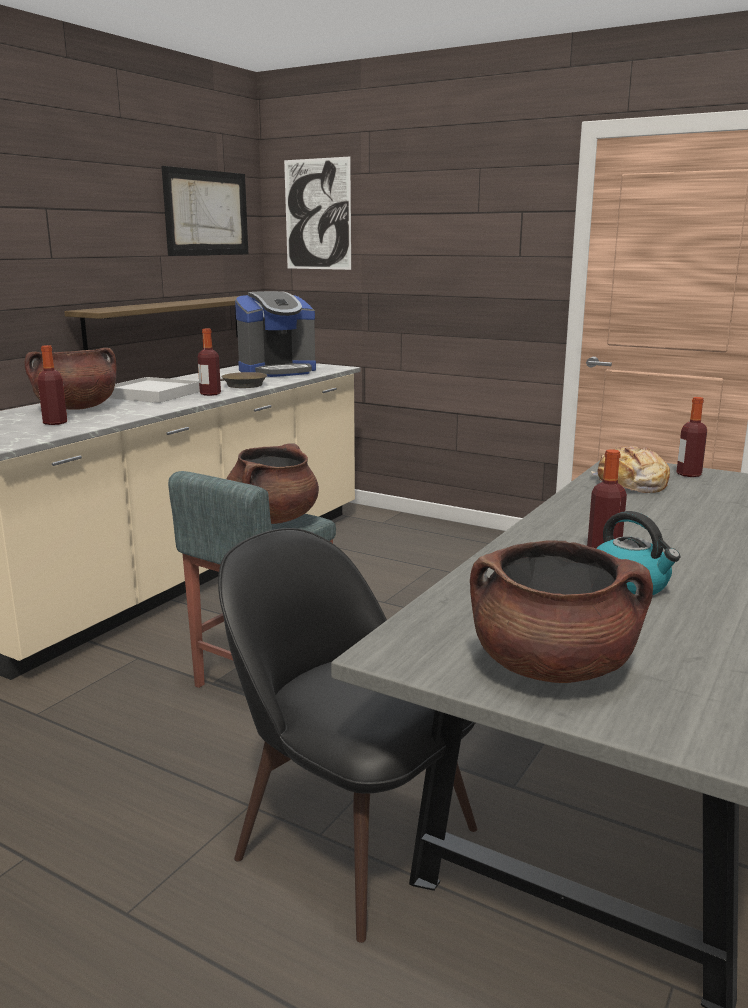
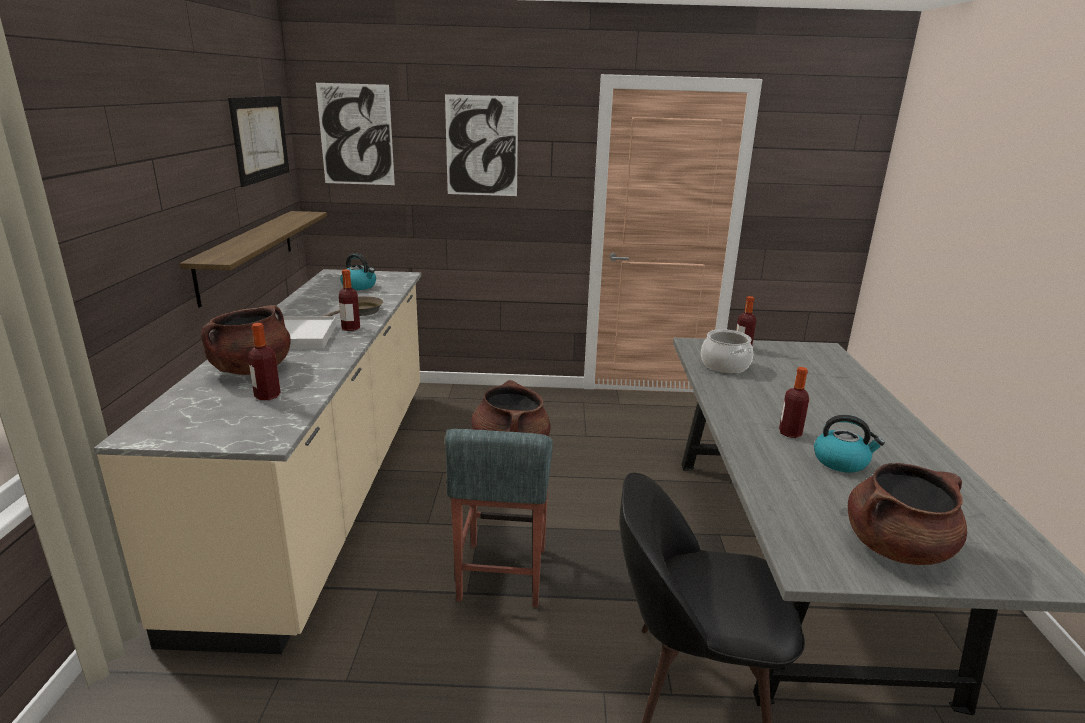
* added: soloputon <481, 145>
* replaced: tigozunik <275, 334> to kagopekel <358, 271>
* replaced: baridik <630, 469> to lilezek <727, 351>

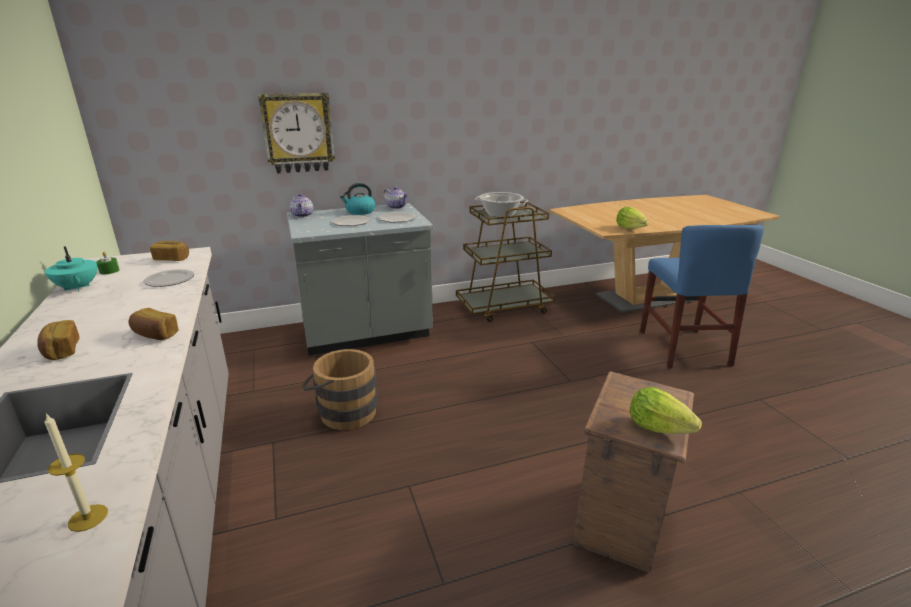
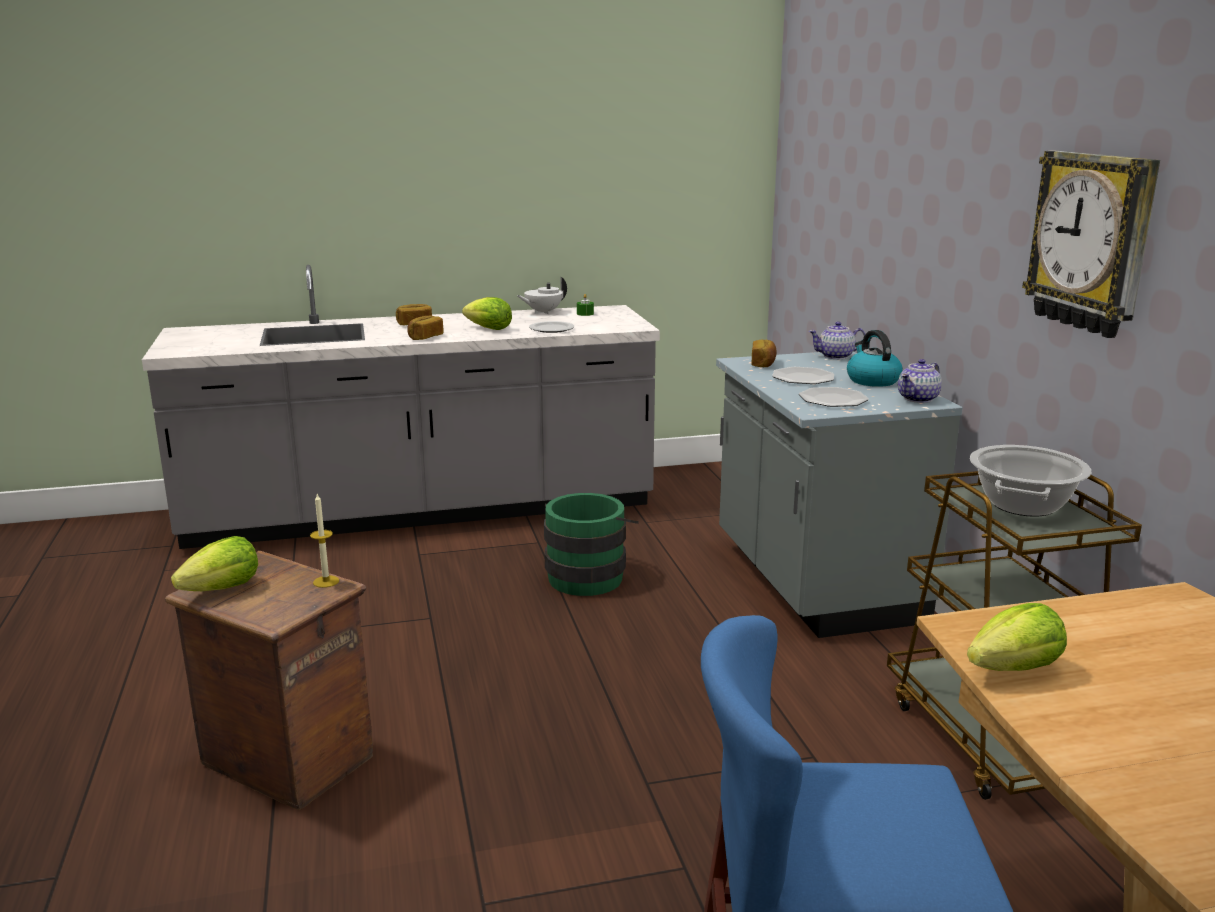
* added: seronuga <487, 313>
* moved: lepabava <76, 472> to <324, 541>
* moved: baridik <169, 251> to <764, 353>
* moved: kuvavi <296, 133> to <1091, 244>
* recoloured: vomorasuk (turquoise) <71, 269> to vomorasuk (white) <542, 295>
* recoloured: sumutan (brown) <340, 389> to sumutan (green) <591, 544>

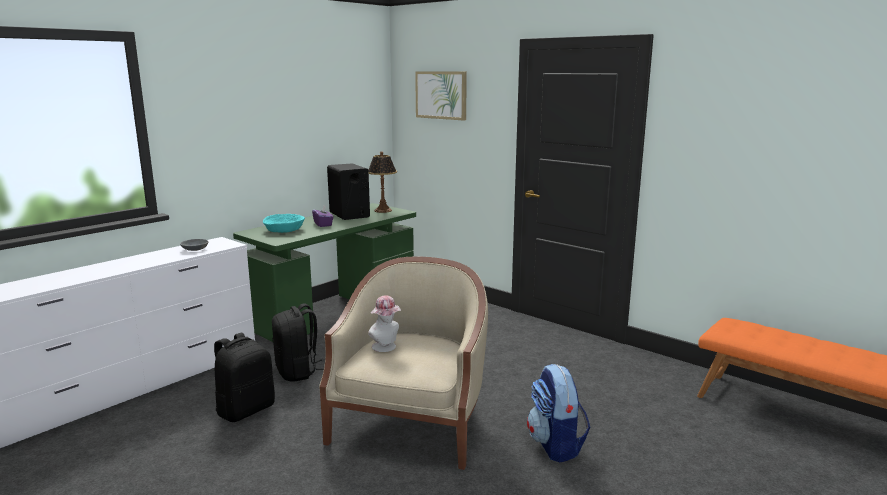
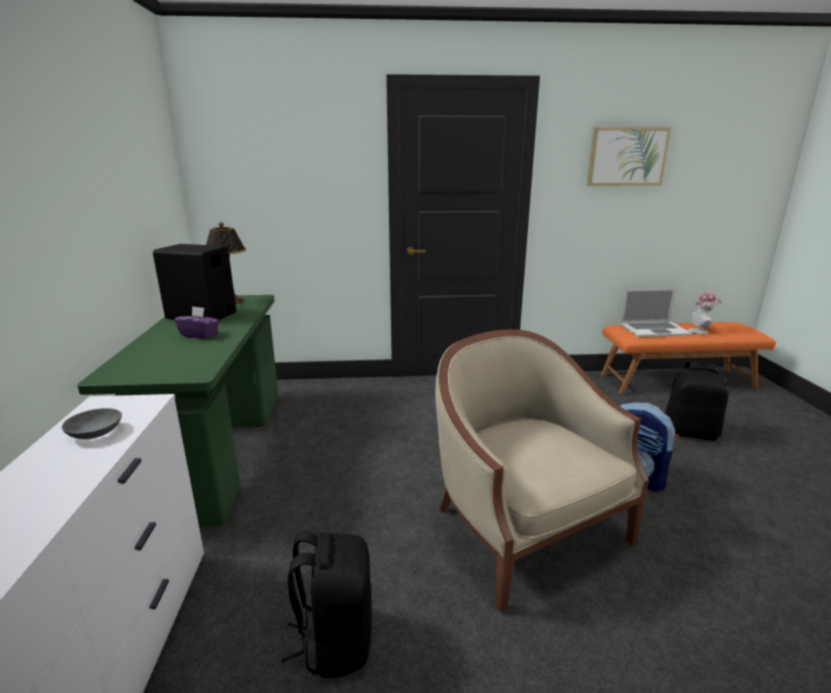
* removed: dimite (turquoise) <284, 223>
* added: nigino <656, 312>
* moved: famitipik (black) <298, 342> to <696, 401>
* moved: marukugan <384, 323> to <704, 312>
* moved: soloputon <441, 96> to <629, 156>

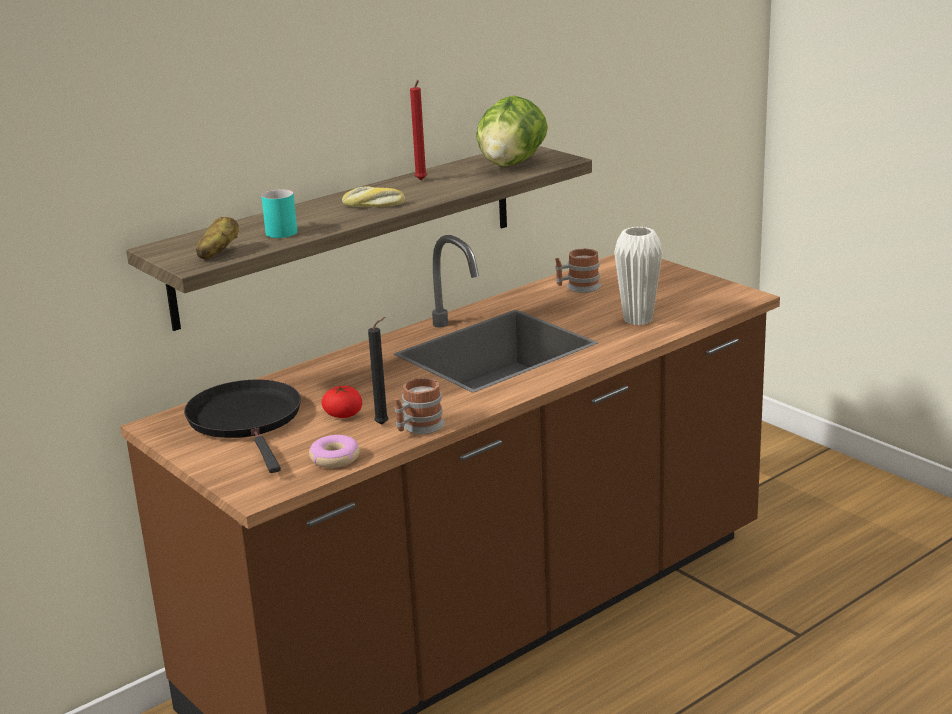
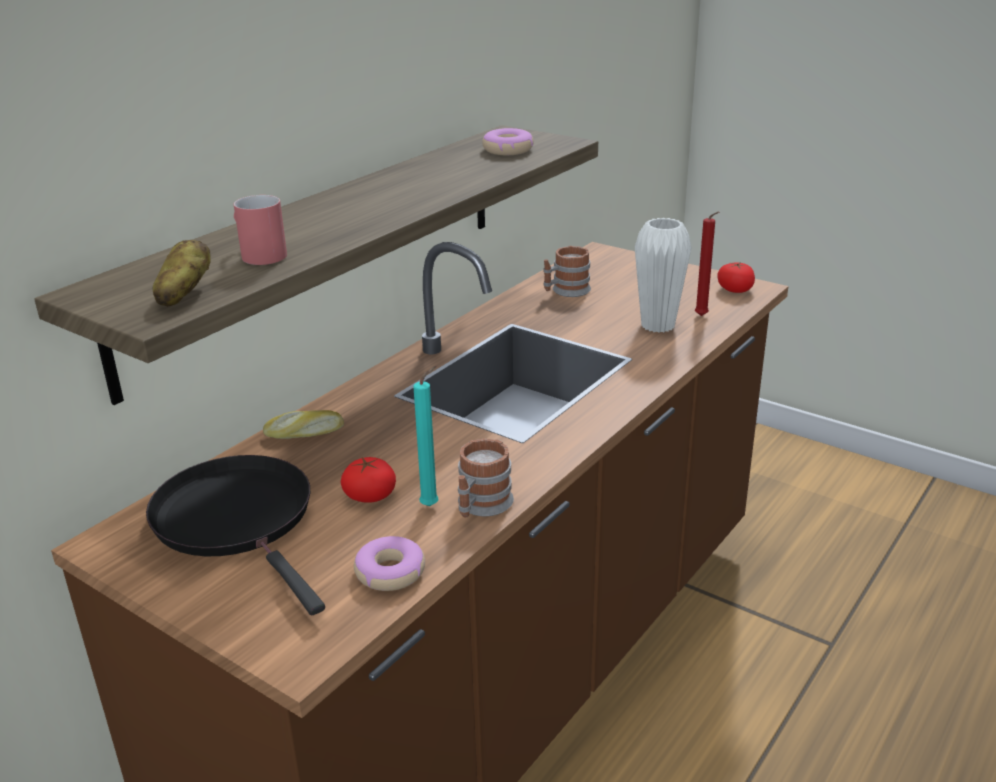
* added: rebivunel <736, 277>
* moved: baridik <373, 197> to <303, 424>
* moved: lepabava (red) <418, 130> to <707, 264>
* replaced: seronuga <512, 131> to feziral <508, 141>
* recoloured: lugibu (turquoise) <279, 213> to lugibu (red) <260, 230>
* recoloured: lepabava (black) <378, 371> to lepabava (turquoise) <426, 436>

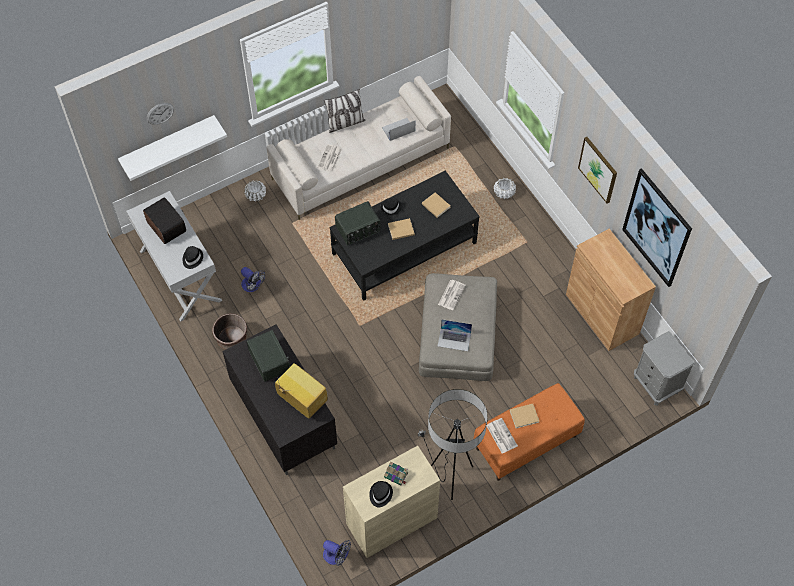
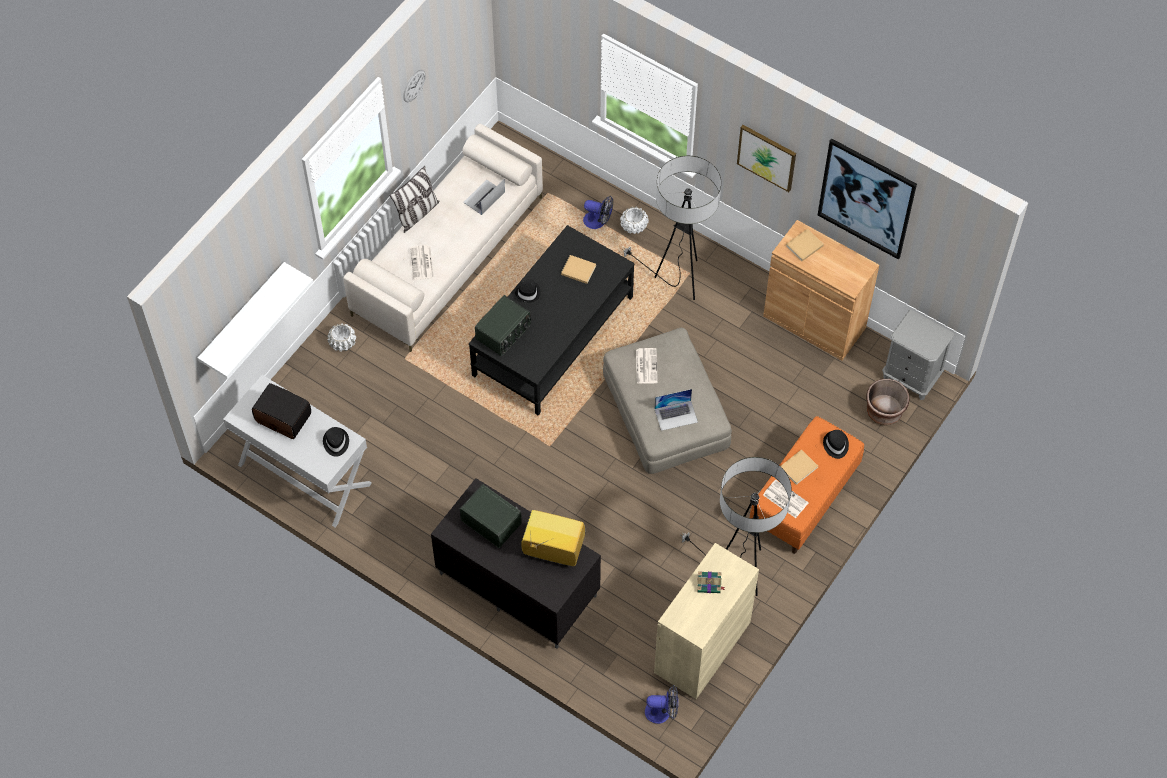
* added: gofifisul <671, 228>
* moved: kuvavi <160, 114> to <414, 86>
* moved: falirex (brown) <229, 331> to <888, 402>
* moved: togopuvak <253, 279> to <598, 212>
* moved: marukugan (black) <381, 494> to <836, 444>
* moved: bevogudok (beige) <401, 229> to <805, 245>

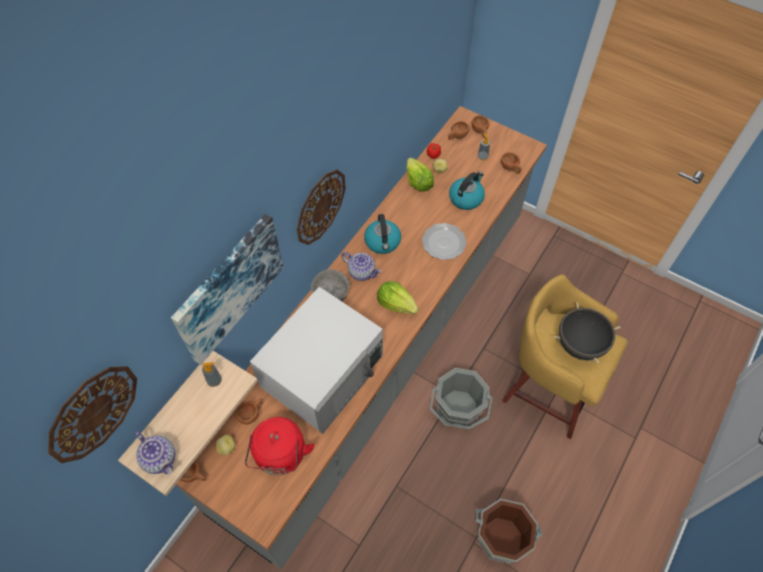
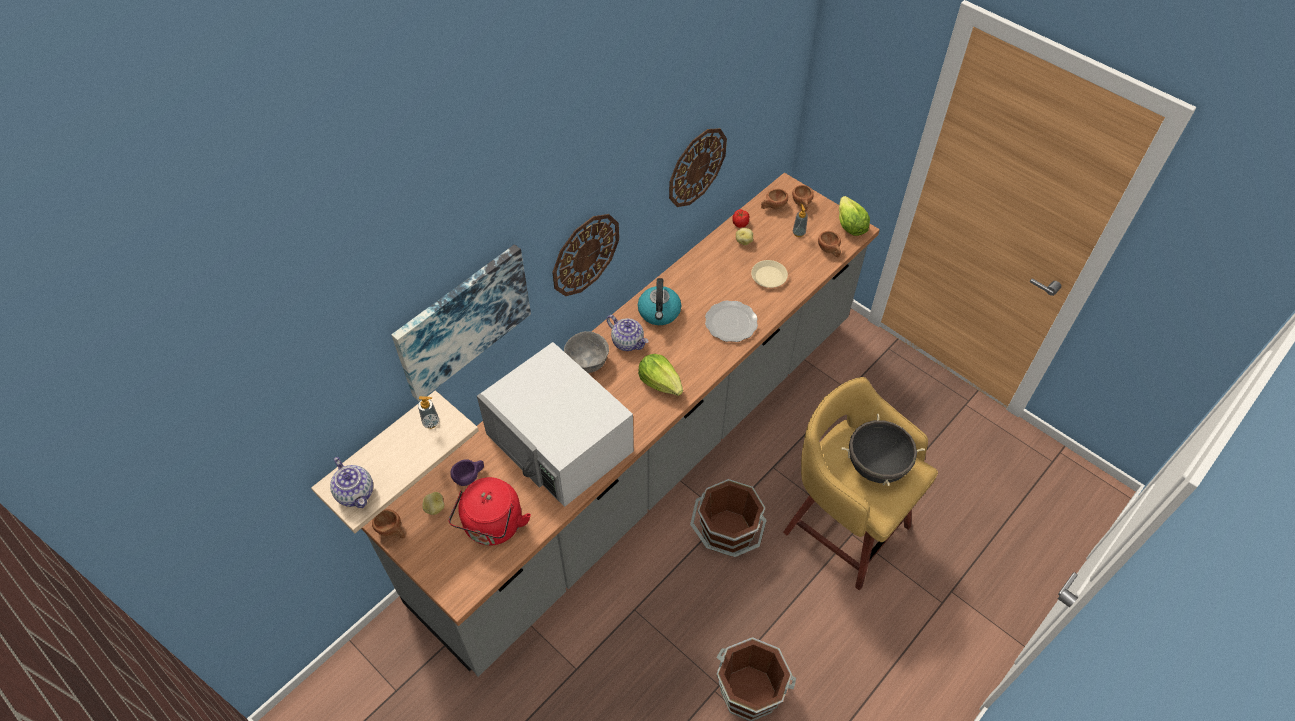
* moved: kuvavi <92, 414> to <698, 167>
* moved: seronuga <420, 175> to <854, 216>
* replaced: kagopekel <467, 190> to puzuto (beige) <769, 274>
* recoloured: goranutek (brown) <248, 412> to goranutek (purple) <467, 472>
* recoloured: sumutan (grey) <461, 398> to sumutan (brown) <728, 518>
* turned: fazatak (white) <316, 360> = <555, 424> 90 degrees clockwise

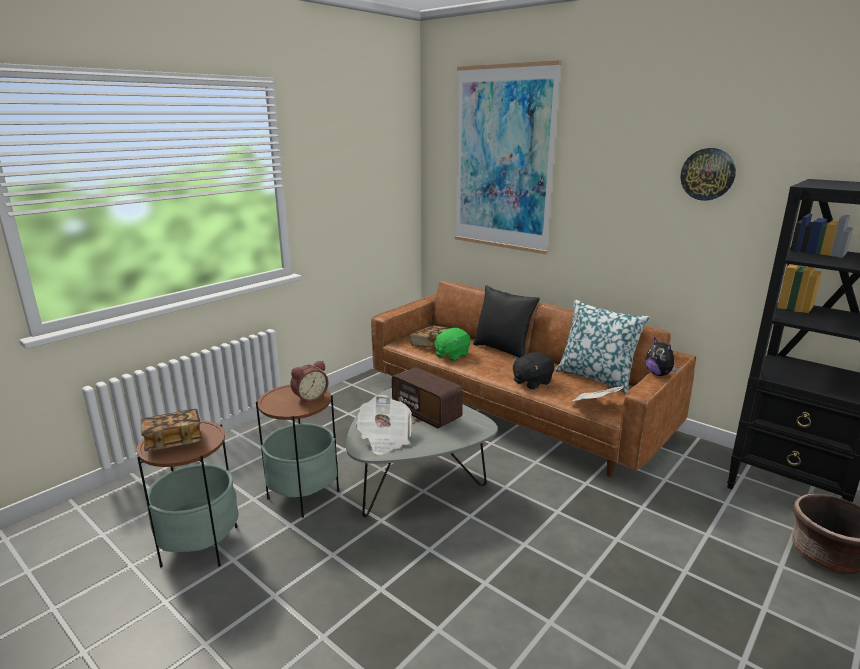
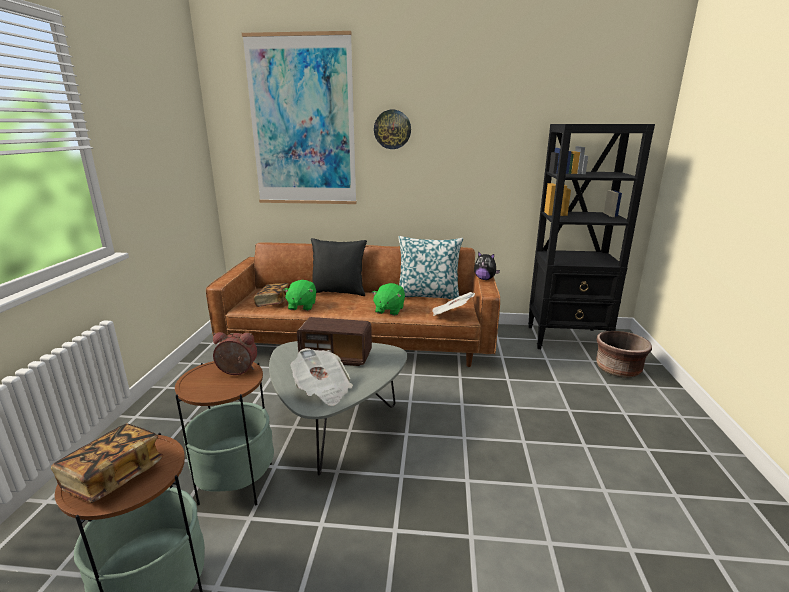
* moved: kuvavi <708, 174> to <392, 129>
* recoloured: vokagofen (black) <533, 371> to vokagofen (green) <388, 299>
* turned: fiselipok <309, 382> = <235, 353> 105 degrees counterclockwise

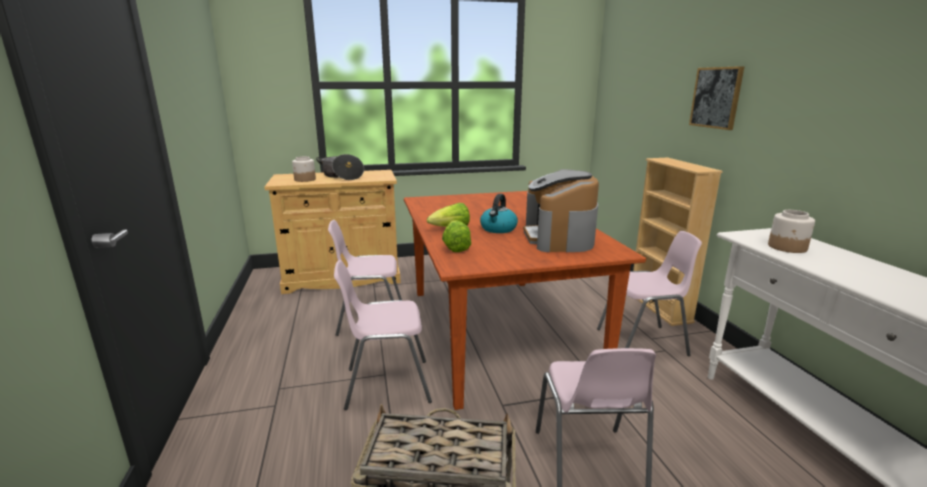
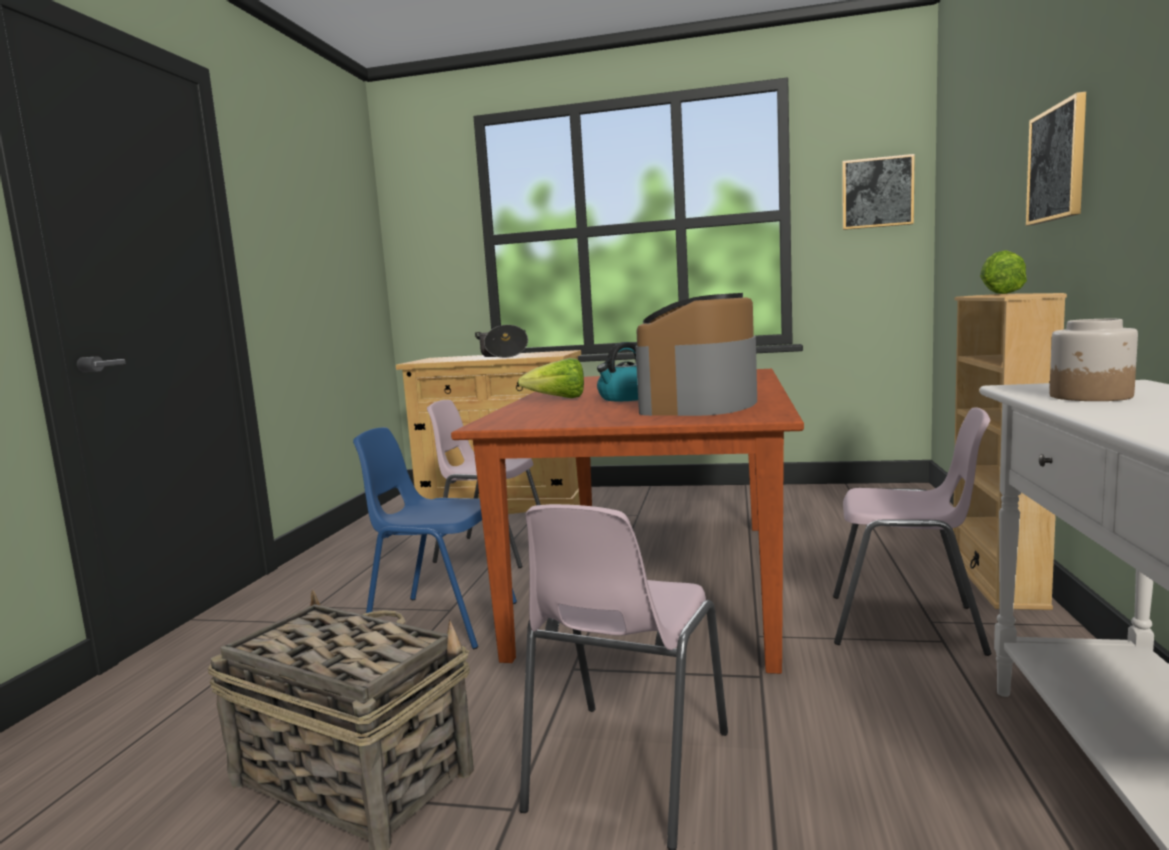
* removed: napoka <304, 169>
* added: soloputon <878, 192>
* moved: seronuga <456, 236> to <1003, 272>
* recoloured: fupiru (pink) <383, 335> to fupiru (blue) <435, 538>

